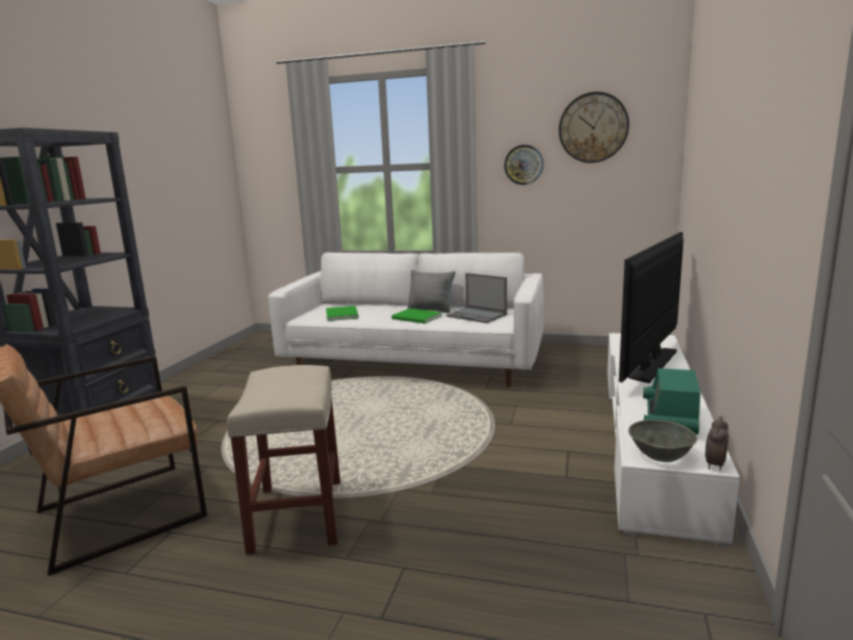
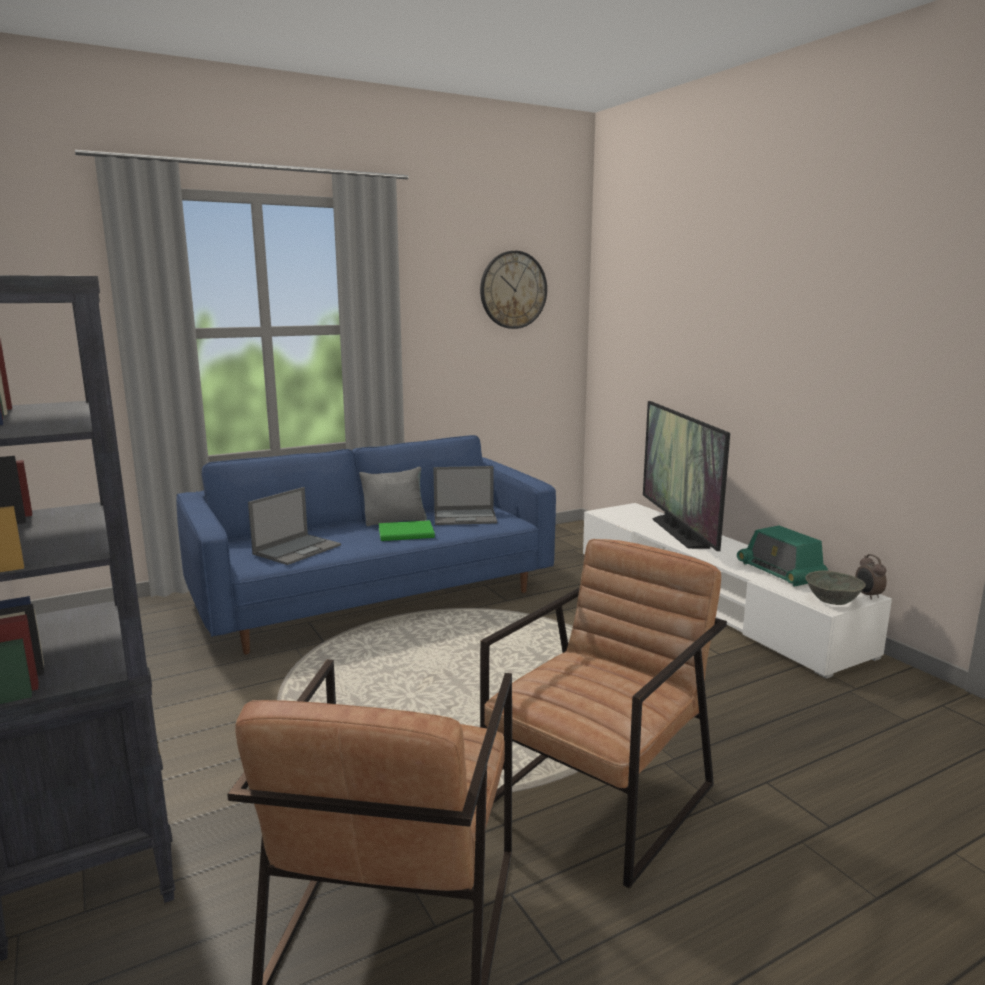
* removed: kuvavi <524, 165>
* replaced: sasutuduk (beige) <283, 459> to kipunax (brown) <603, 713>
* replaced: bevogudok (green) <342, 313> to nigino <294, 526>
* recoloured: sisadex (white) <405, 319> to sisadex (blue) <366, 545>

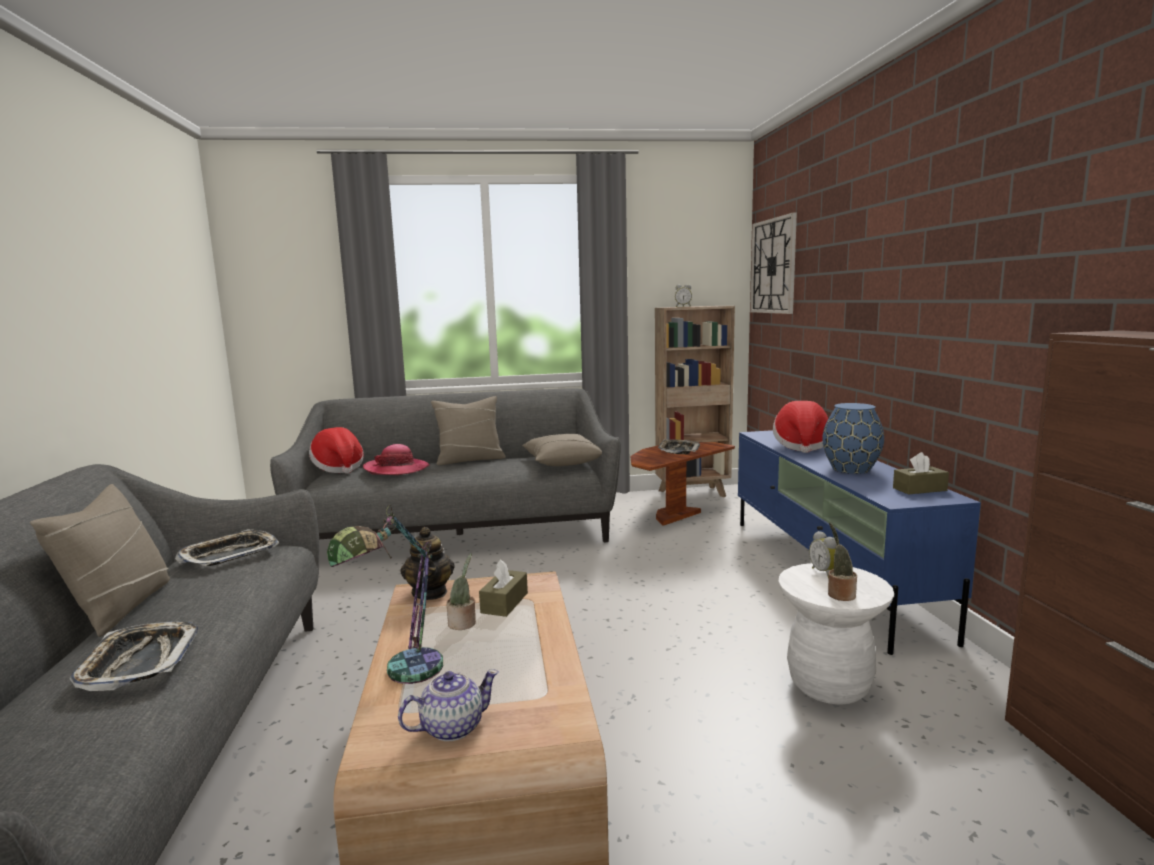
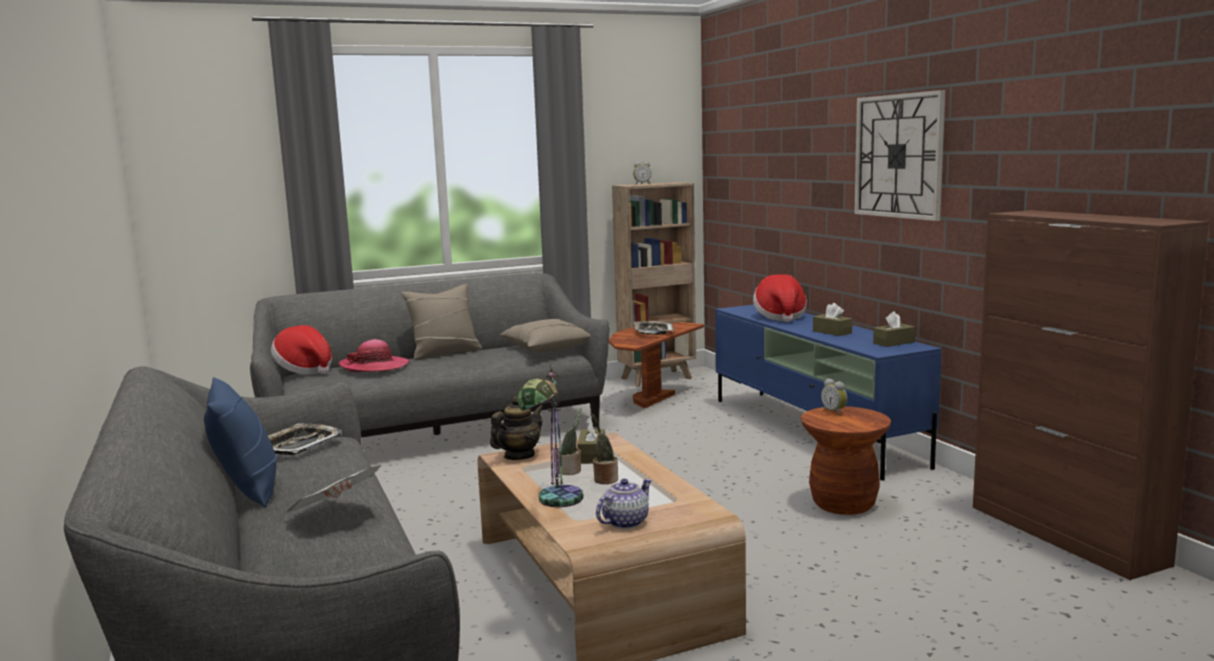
* moved: kuvavi <773, 263> to <900, 155>
* moved: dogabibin <842, 561> to <604, 448>
* replaced: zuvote <133, 656> to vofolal <332, 489>
* replaced: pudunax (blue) <853, 438> to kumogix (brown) <832, 319>
* recoloured: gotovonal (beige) <100, 560> to gotovonal (blue) <240, 442>
* recoloured: sasutuduk (white) <836, 634> to sasutuduk (brown) <846, 460>
* turned: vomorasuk <428, 563> = <517, 428> 105 degrees counterclockwise

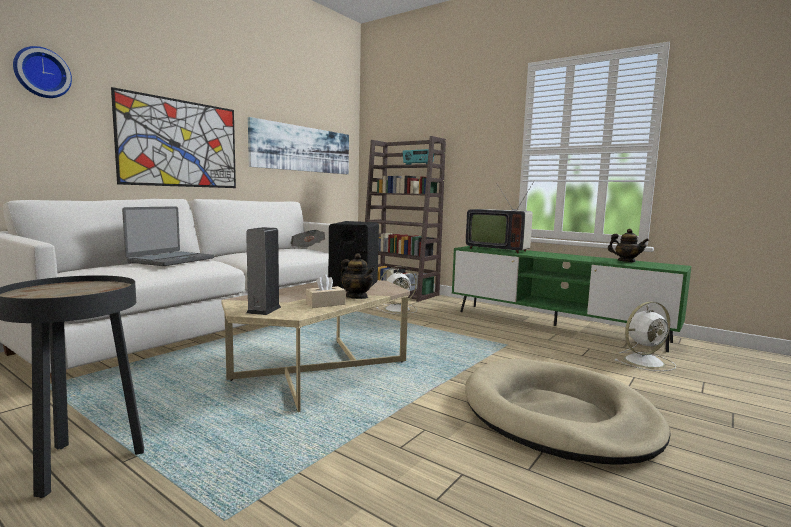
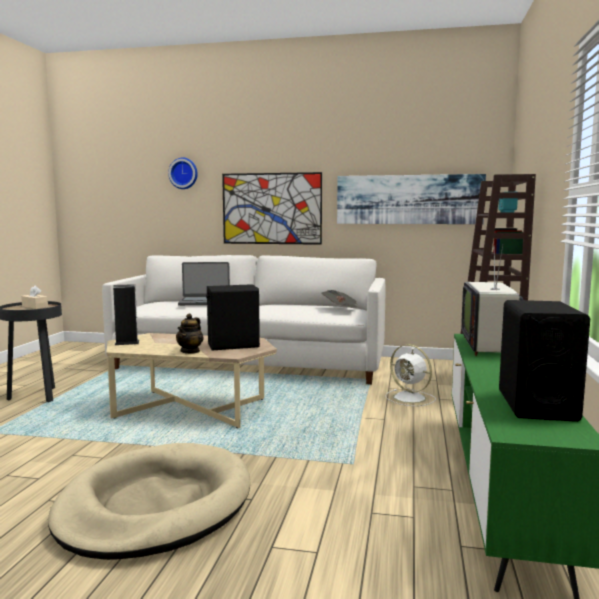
* removed: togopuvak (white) <645, 336>
* moved: kumogix (beige) <326, 291> to <34, 297>
* replaced: vomorasuk <628, 245> to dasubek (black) <544, 361>

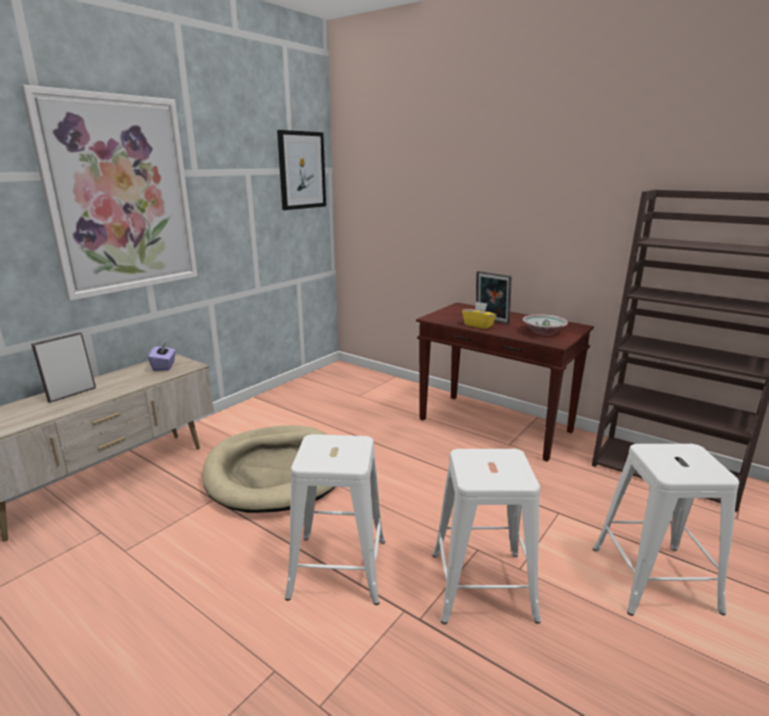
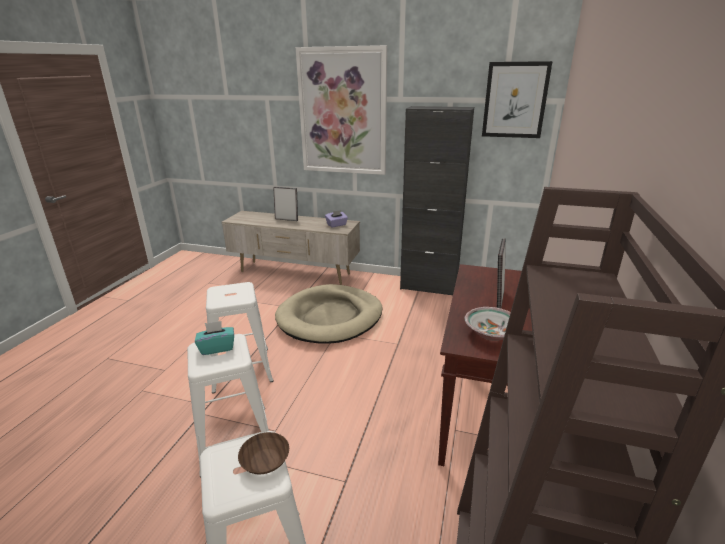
* removed: kumogix (yellow) <479, 315>
* added: kumogix (turquoise) <214, 338>
* added: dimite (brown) <263, 453>
* added: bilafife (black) <437, 200>

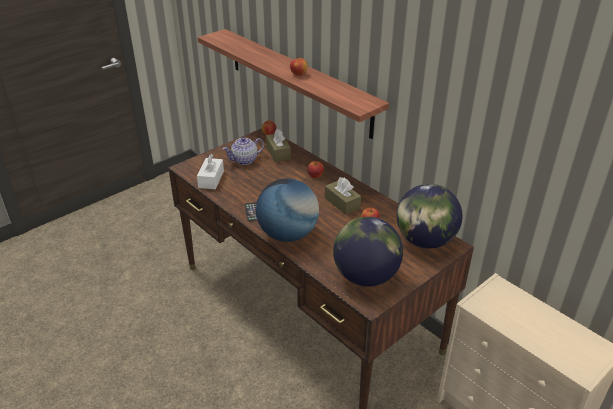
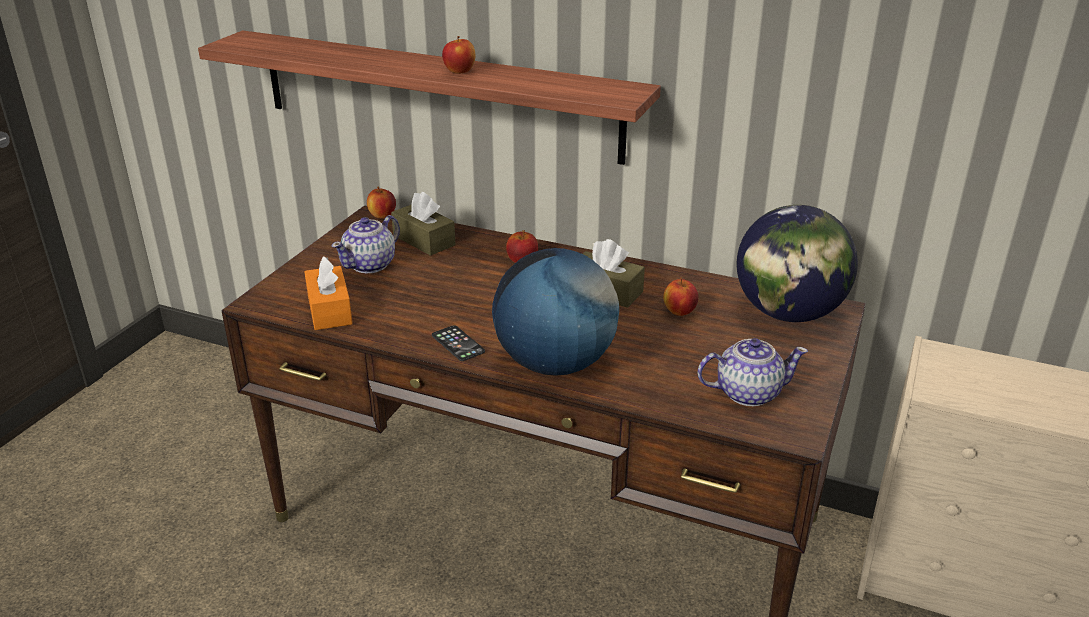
* replaced: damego <368, 252> to vomorasuk <752, 372>
* recoloured: kumogix (white) <210, 171> to kumogix (orange) <328, 293>

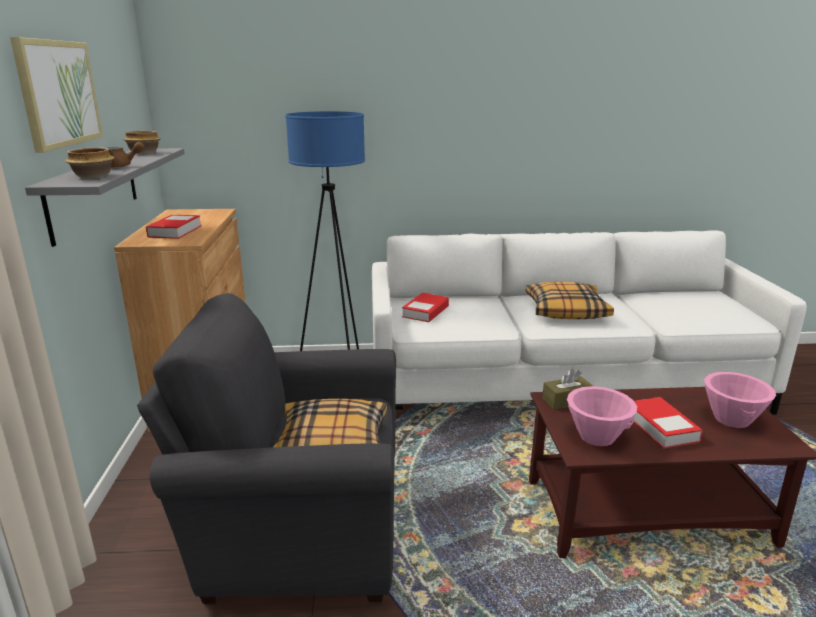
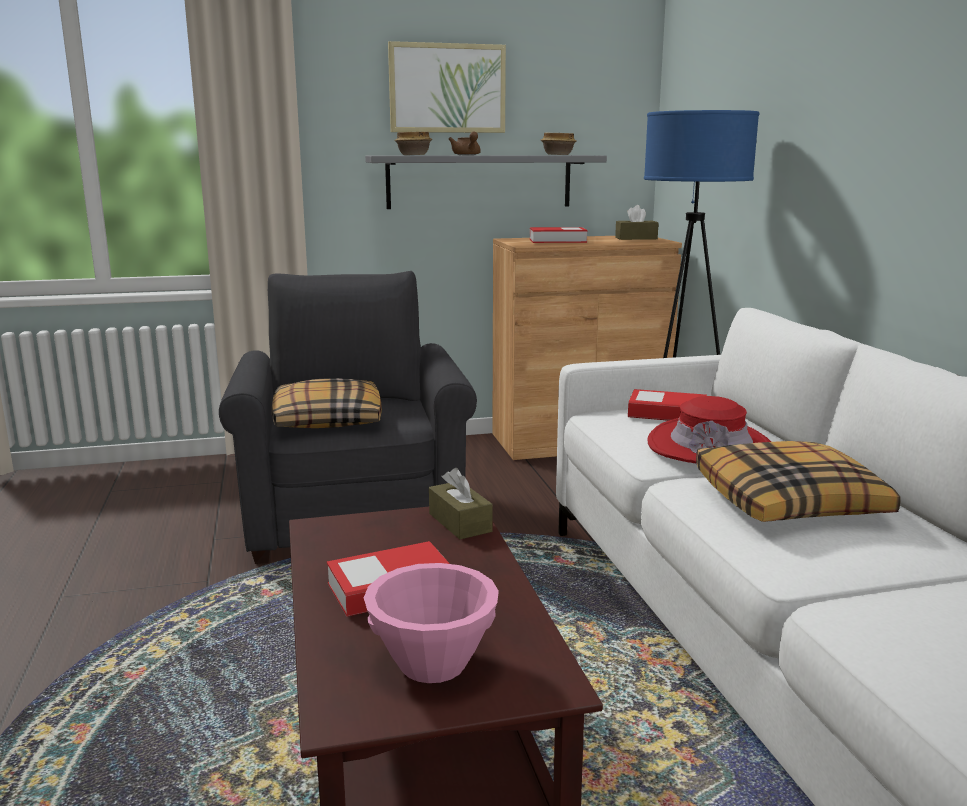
* removed: dimite (pink) <602, 416>
* added: kumogix (brown) <637, 222>
* added: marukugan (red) <709, 430>

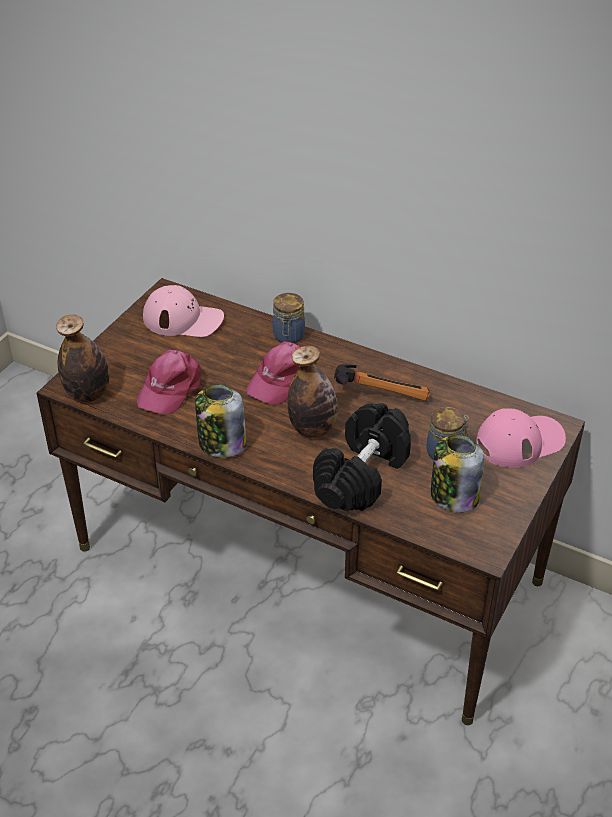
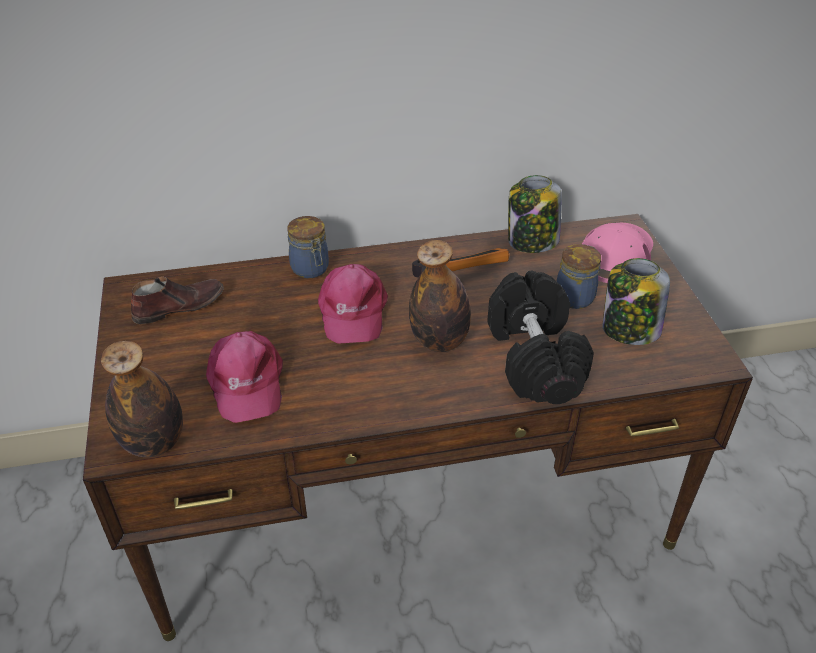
* moved: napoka <220, 421> to <535, 214>
* replaced: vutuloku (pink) <183, 311> to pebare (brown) <177, 300>

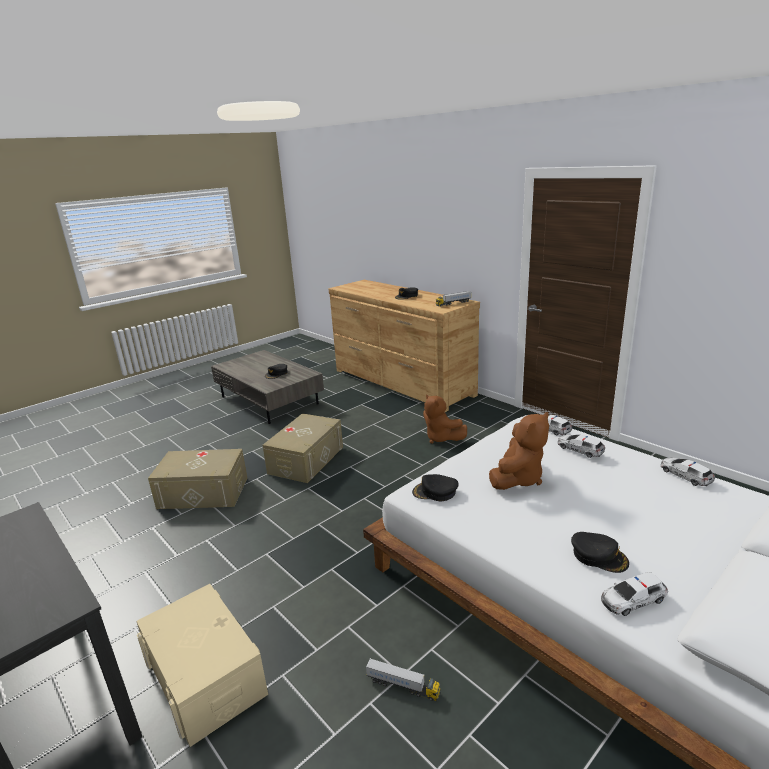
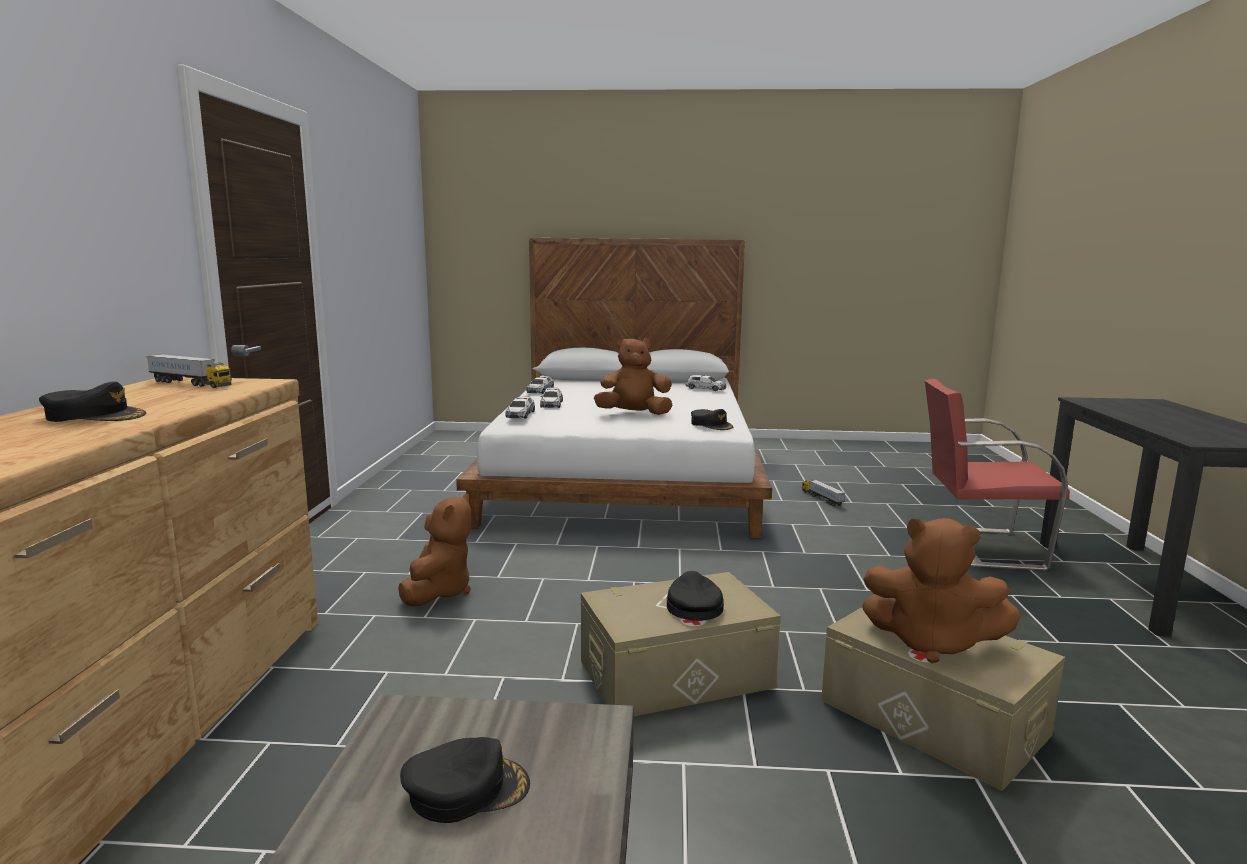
* added: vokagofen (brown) <941, 590>
* moved: vutuloku (black) <600, 552> to <695, 596>
* replaced: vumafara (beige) <202, 665> to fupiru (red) <997, 474>

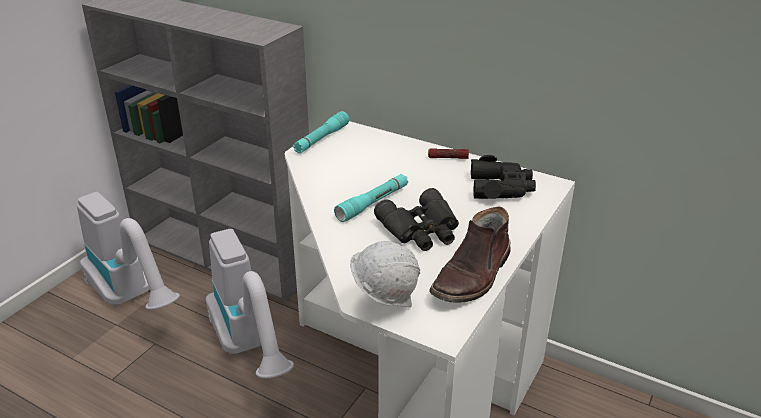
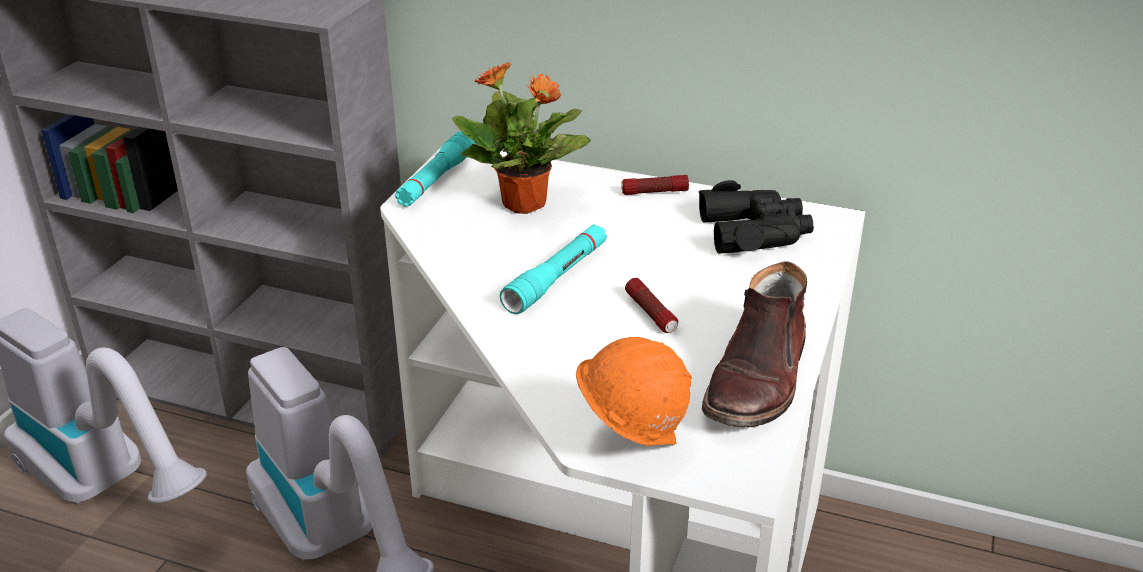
* added: dogabibin <521, 138>
* replaced: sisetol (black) <416, 219> to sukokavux <651, 305>
* recoloured: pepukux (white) <385, 274> to pepukux (orange) <634, 391>

